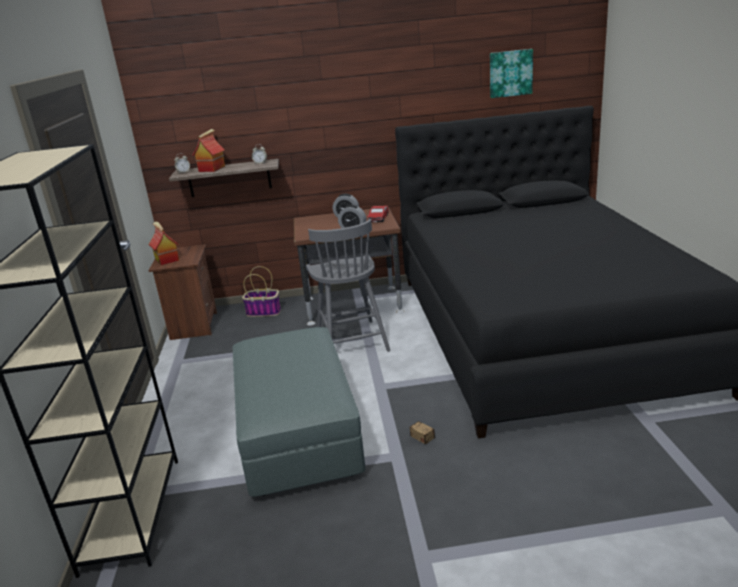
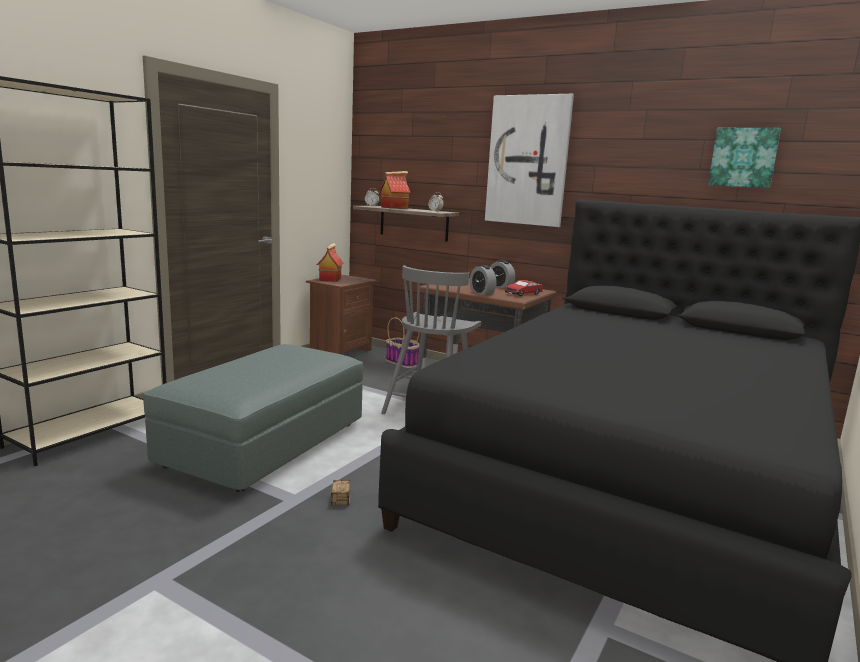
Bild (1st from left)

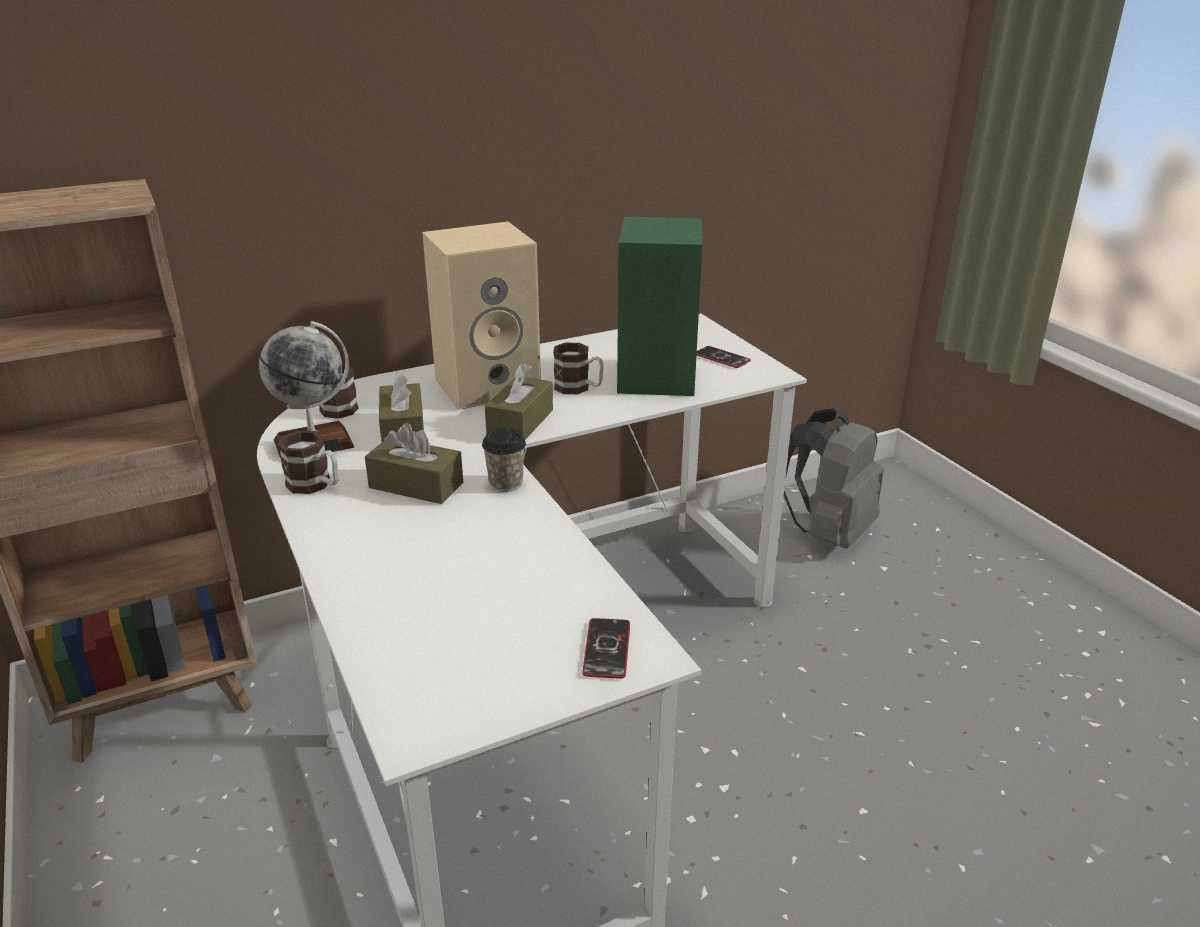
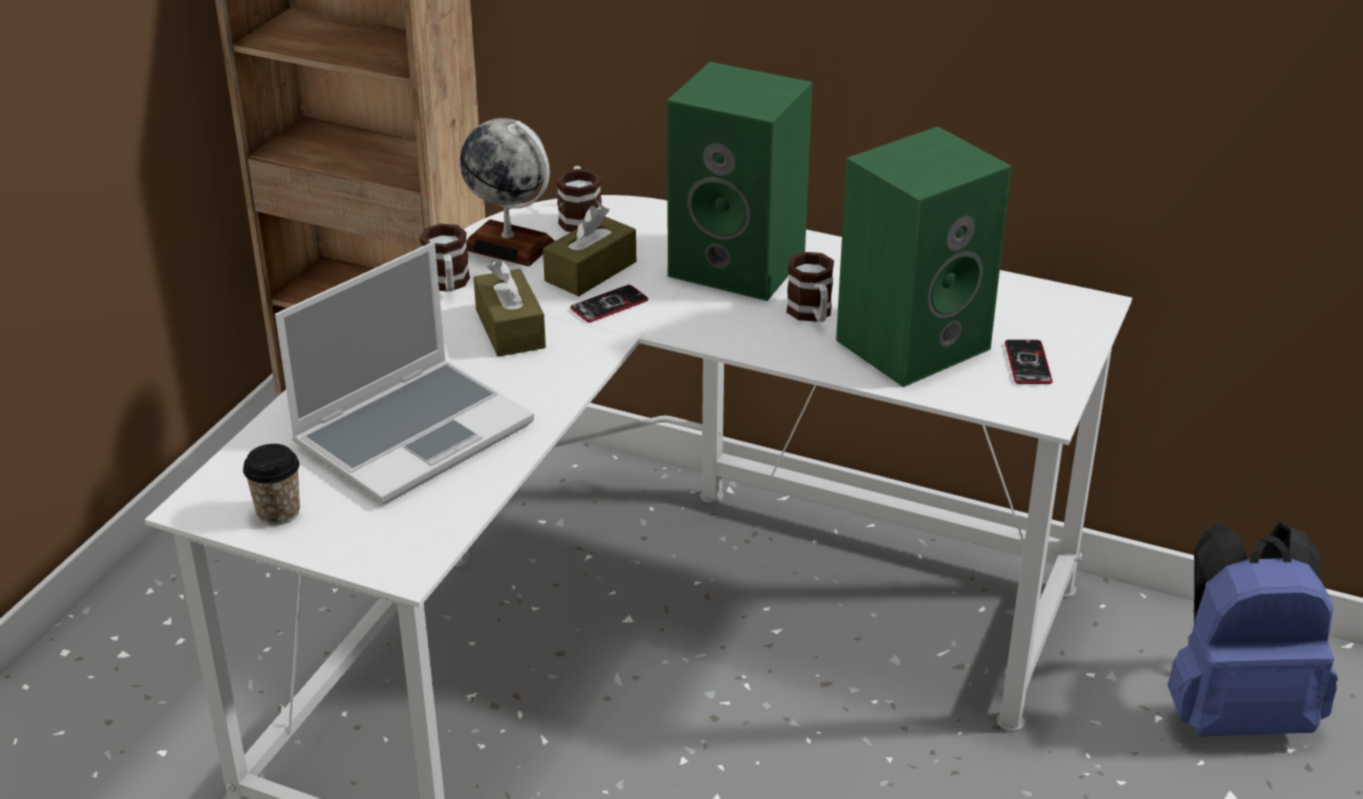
Taschentuchbox/braun (3rd from left in the first image)
Laptop
Tasse
Handy (1st from left)
Lautsprecher/grün (1st from left)
Rucksack/blau

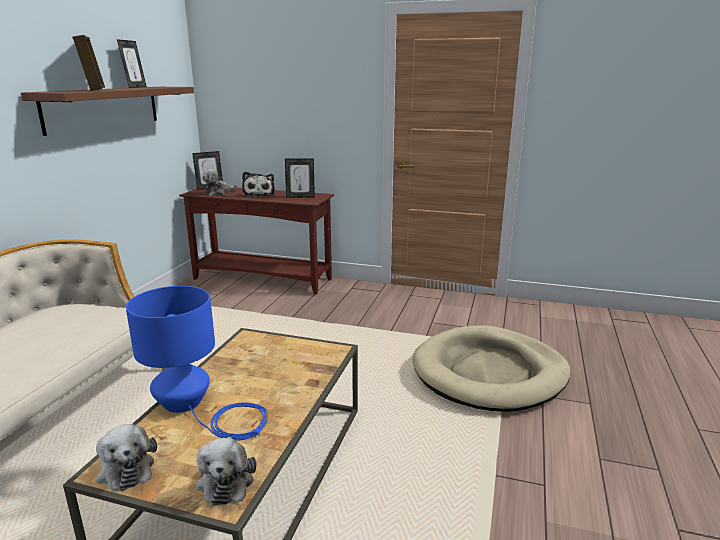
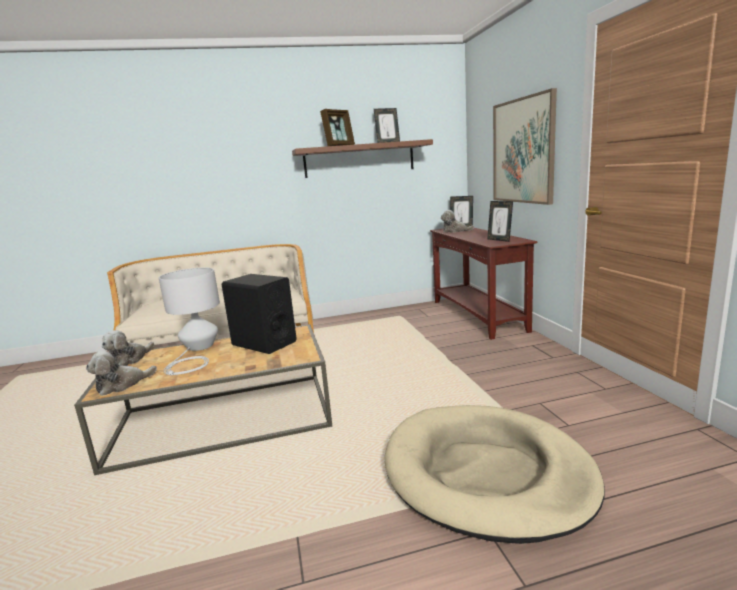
Plüschtier (4th from left in the first image)
Lautsprecher/schwarz
Bild
Tischlampe/weiß

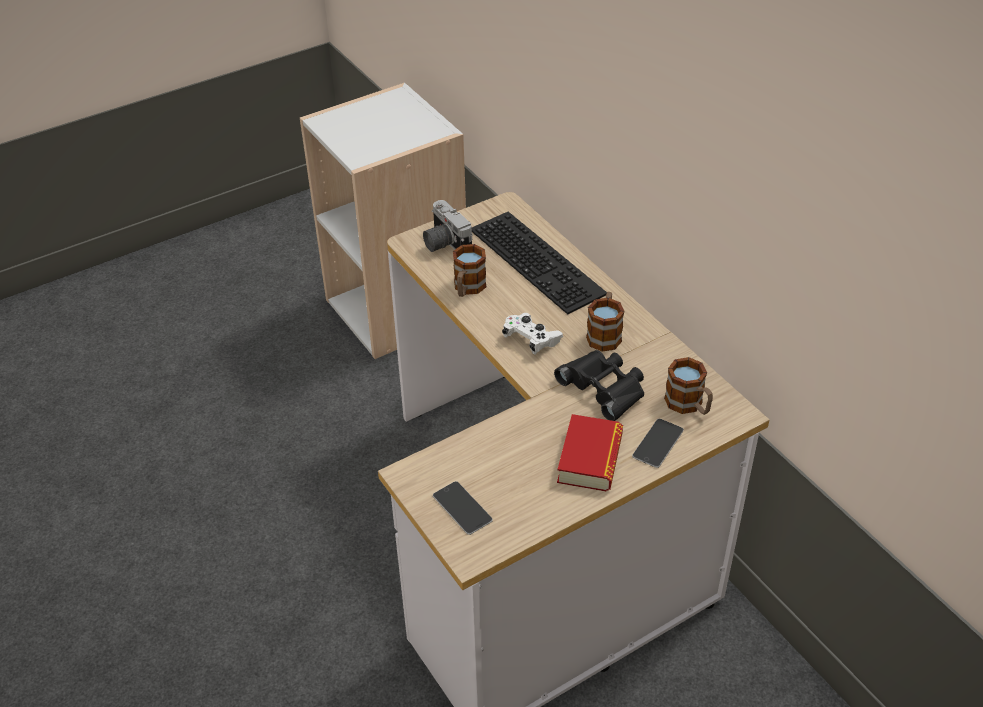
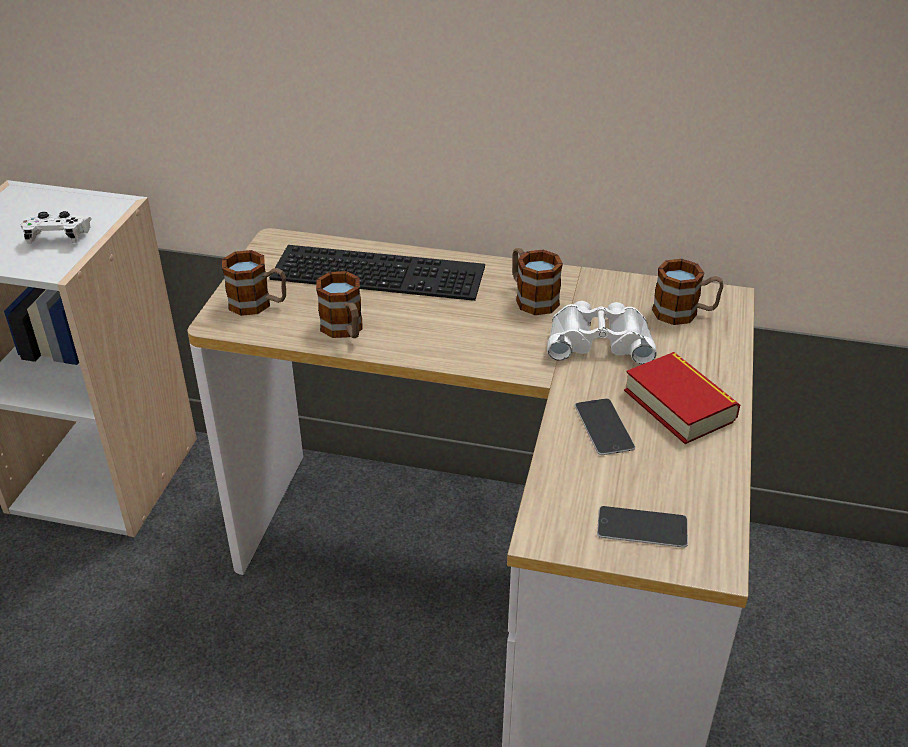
Gamepad/weiß
Handy (1st from left)
Henkelbecher (1st from left)
Fernglas/weiß

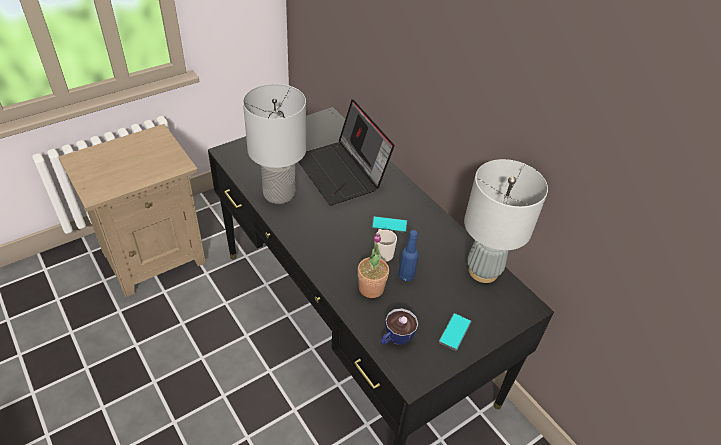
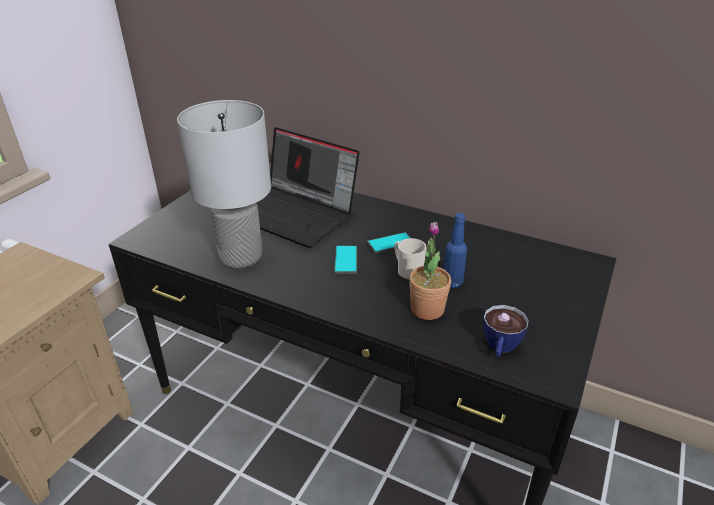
Tischlampe/grau (2nd from left in the first image)
Handy (1st from left)

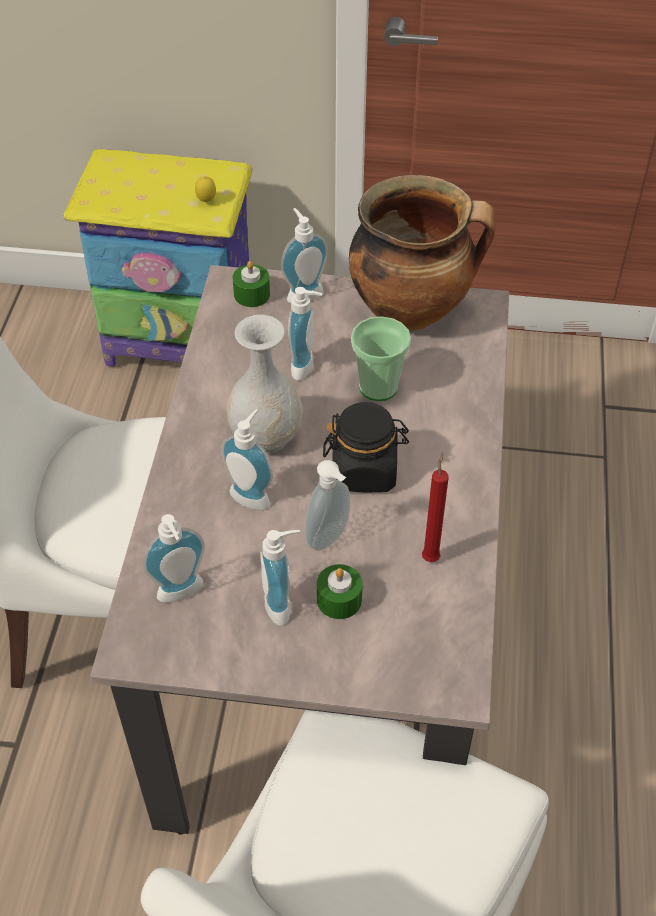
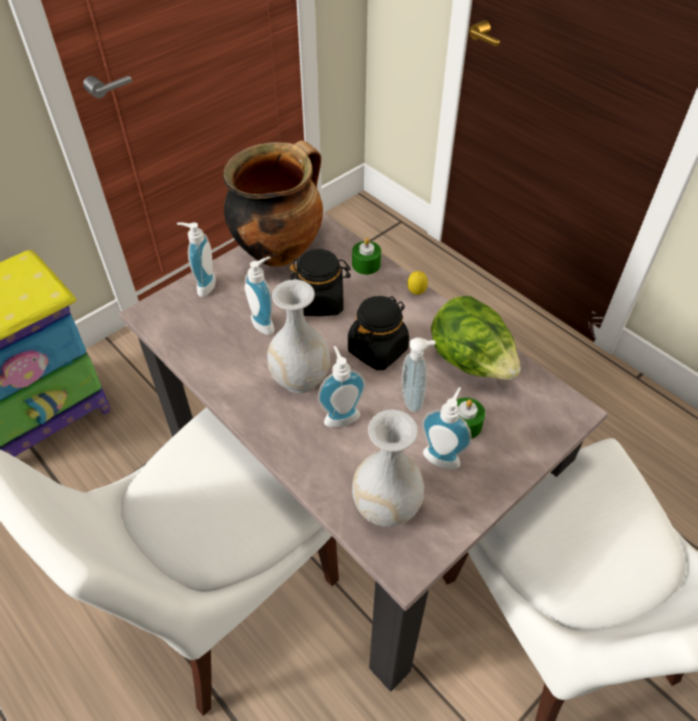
Zitrone
Kerze/grün (1st from left)
Vase/weiß (2nd from left)
Vorratsglas/schwarz (1st from left)
Salatkopf

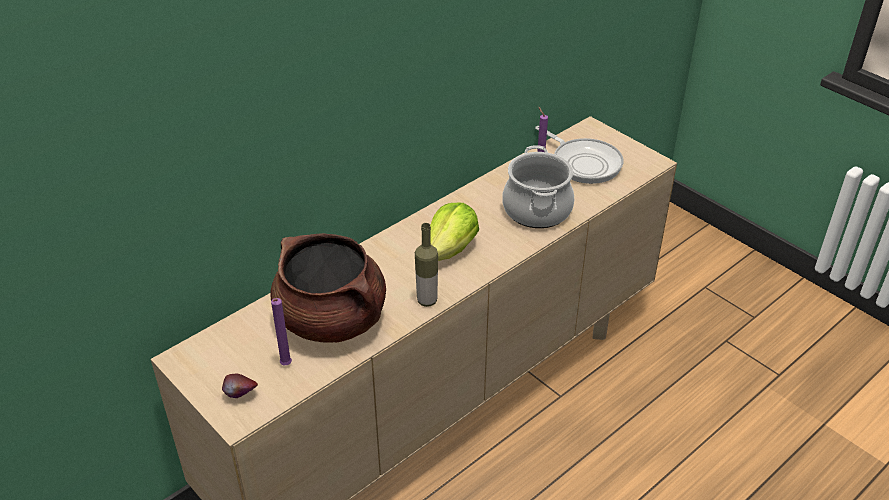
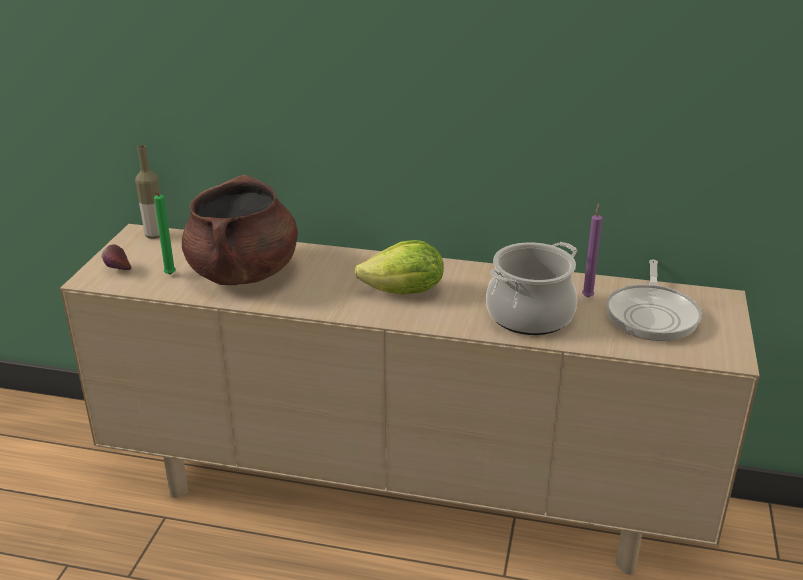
Flasche
Kerze/grün

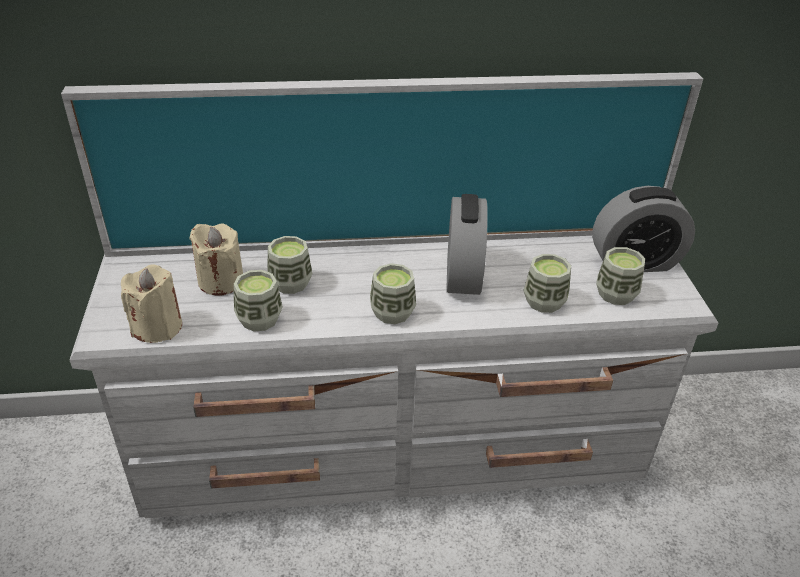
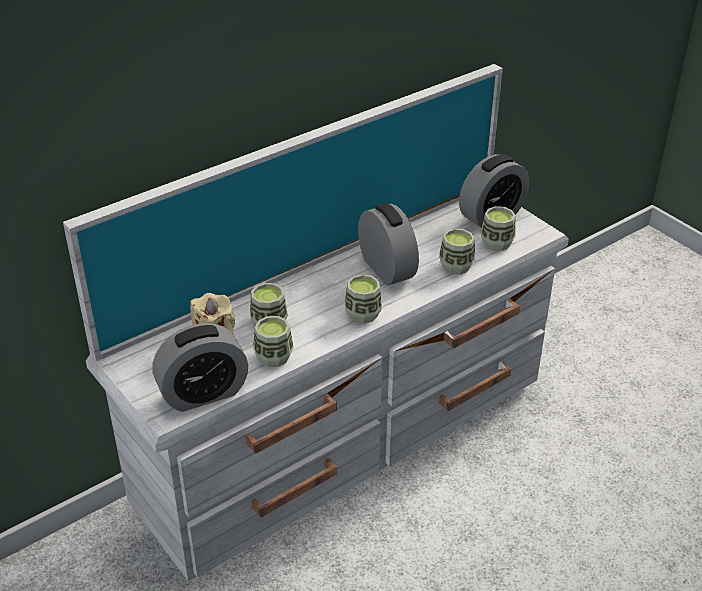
Wecker (1st from left)

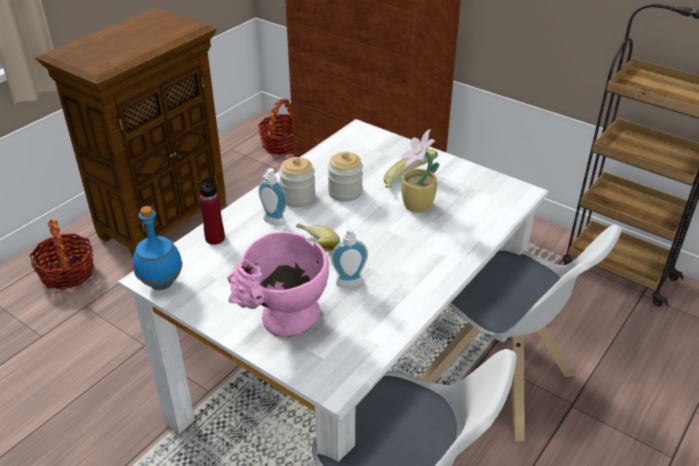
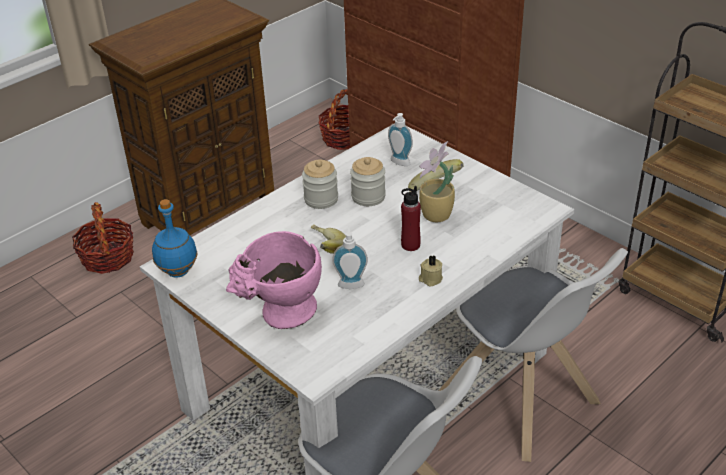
Kerze/beige
Flasche/rot
Seifenspender (2nd from left)

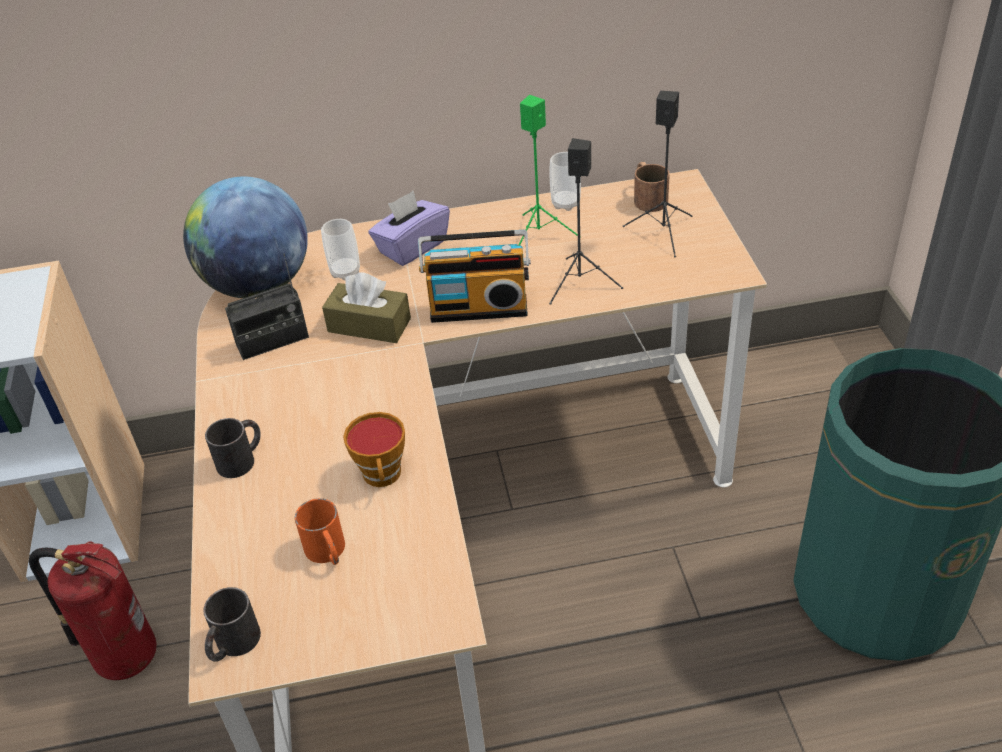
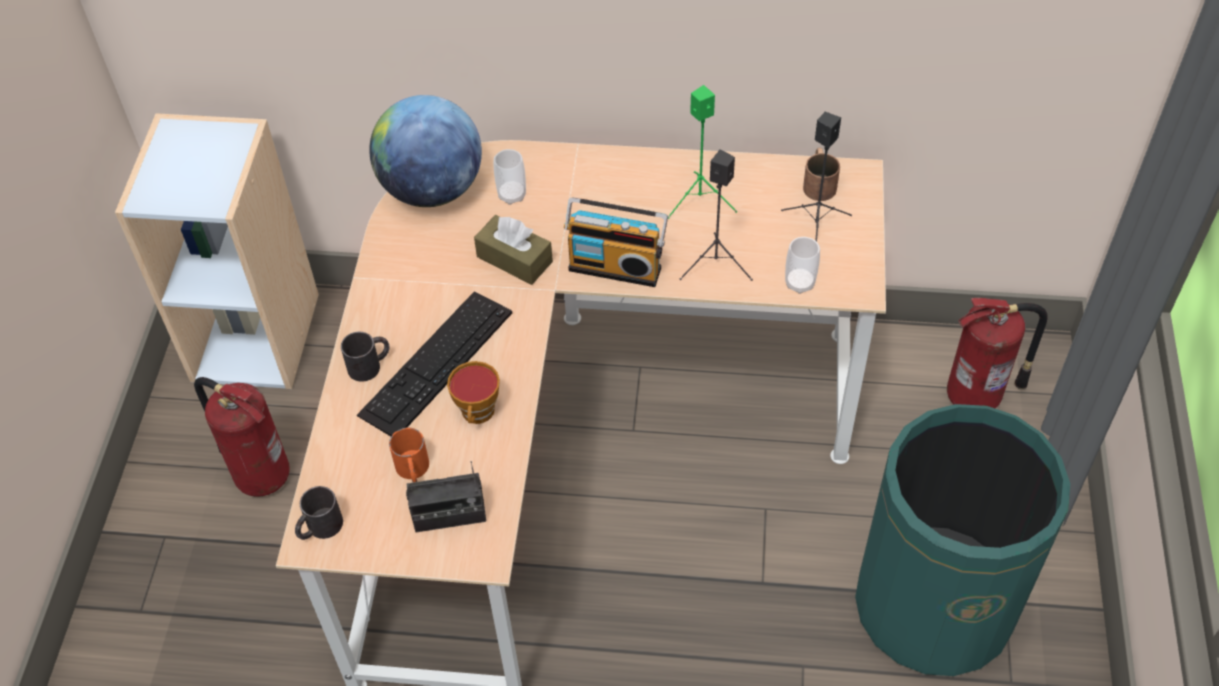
Taschentuchbox/lila
Tastatur
Feuerlöscher (2nd from left)
Radio (1st from left)
Tasse (3rd from left)

